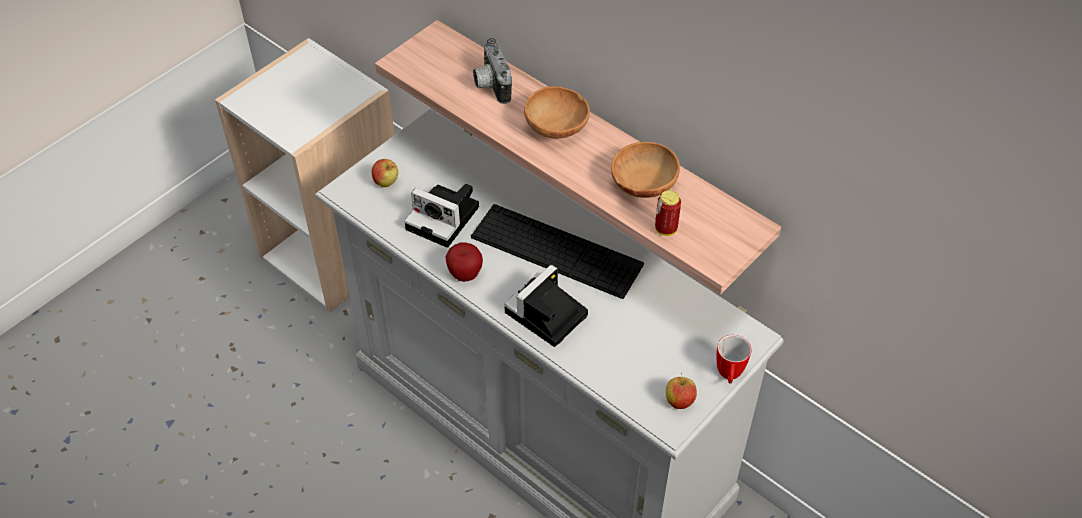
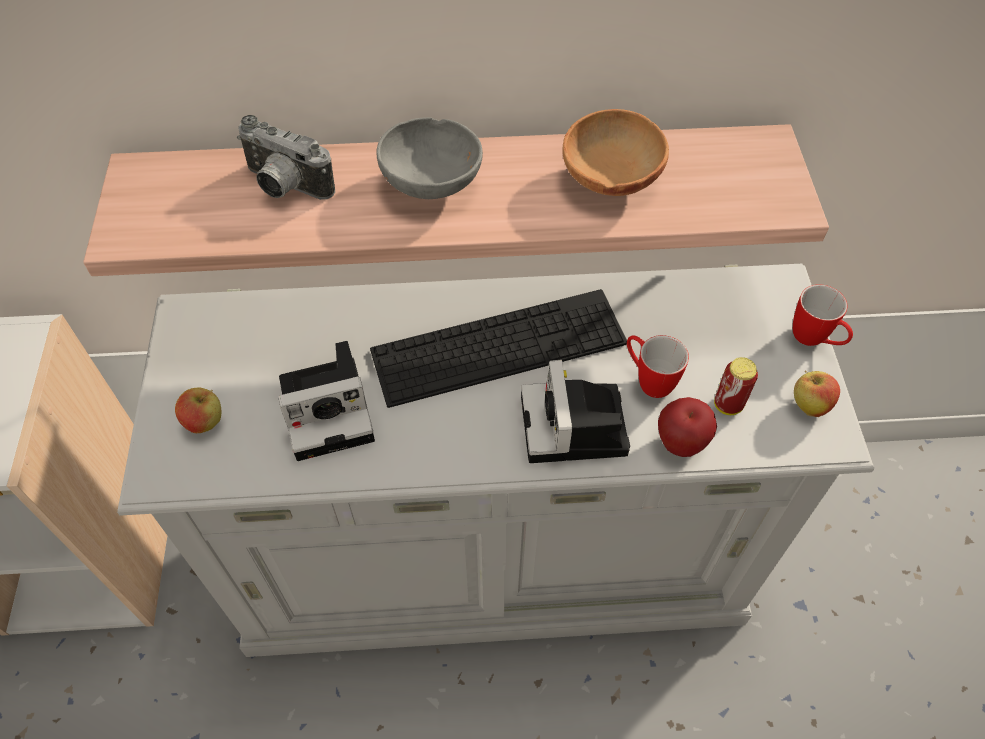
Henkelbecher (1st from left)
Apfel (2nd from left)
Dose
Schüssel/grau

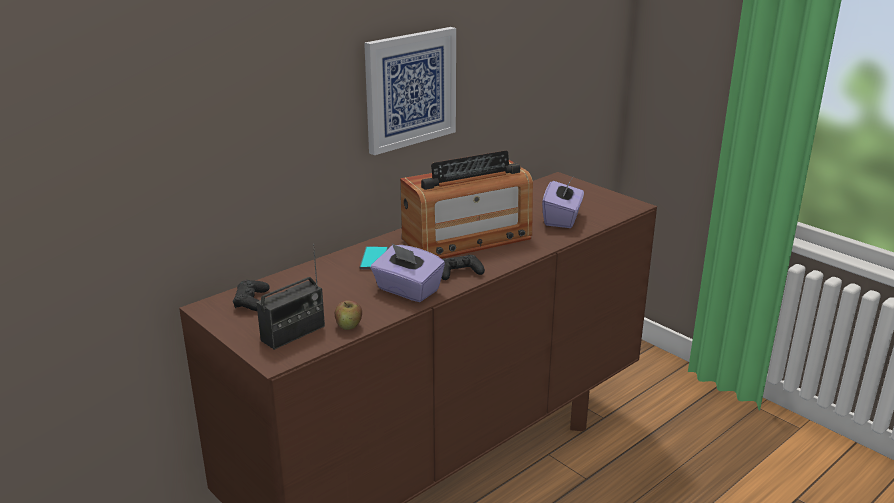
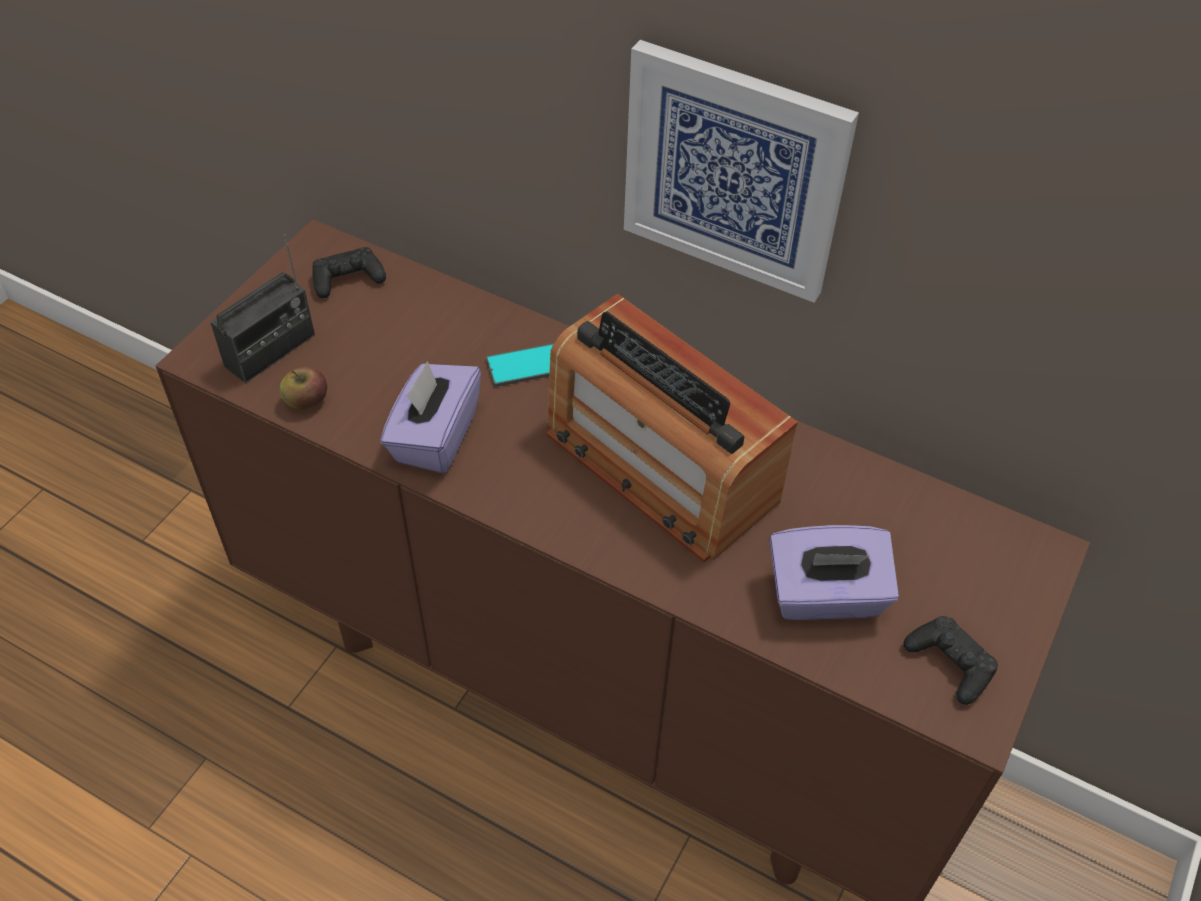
Gamepad/schwarz (2nd from left)
Radio (1st from left)

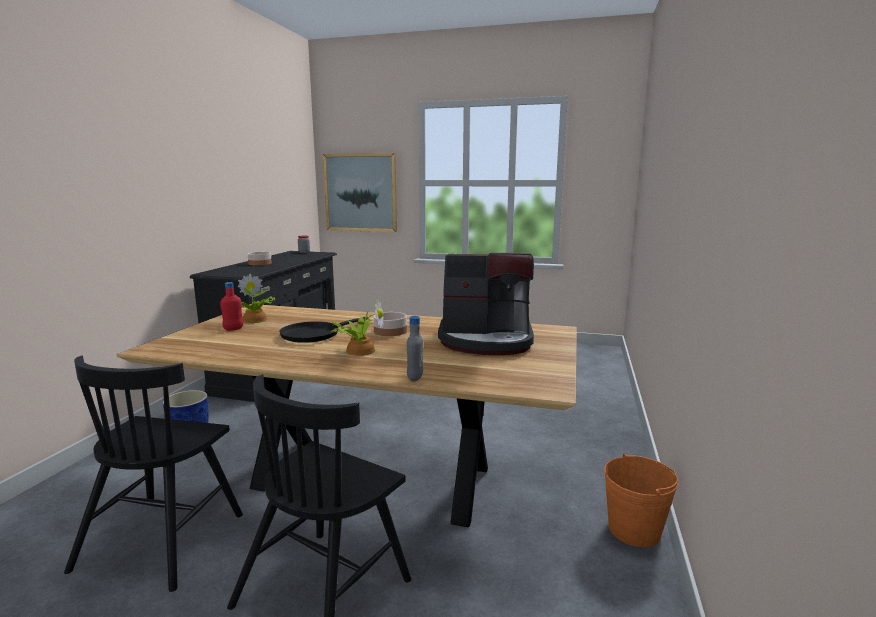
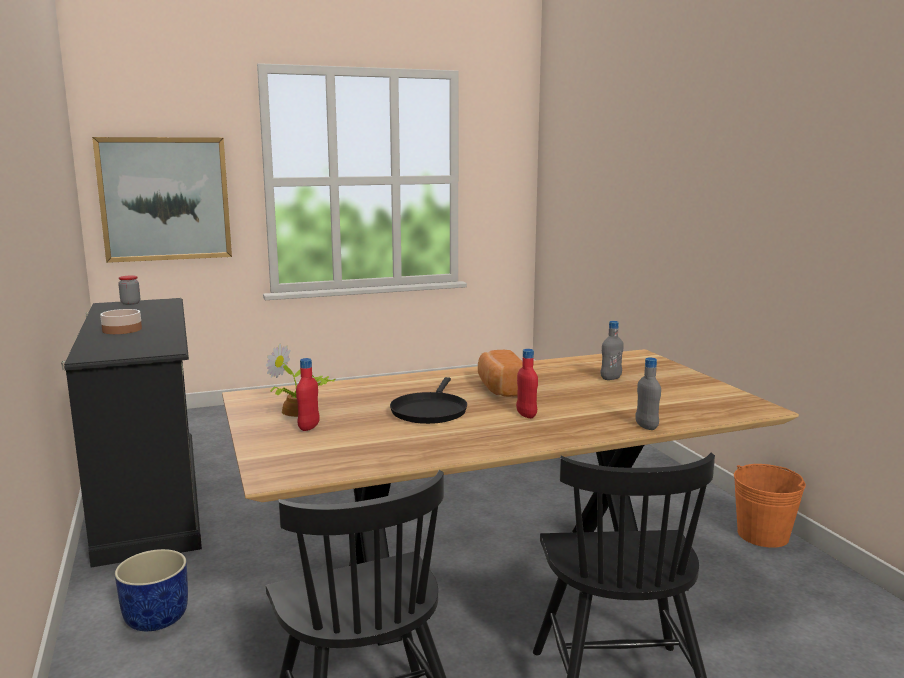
Flasche/rot (2nd from left)
Brot
Flasche/grau (1st from left)

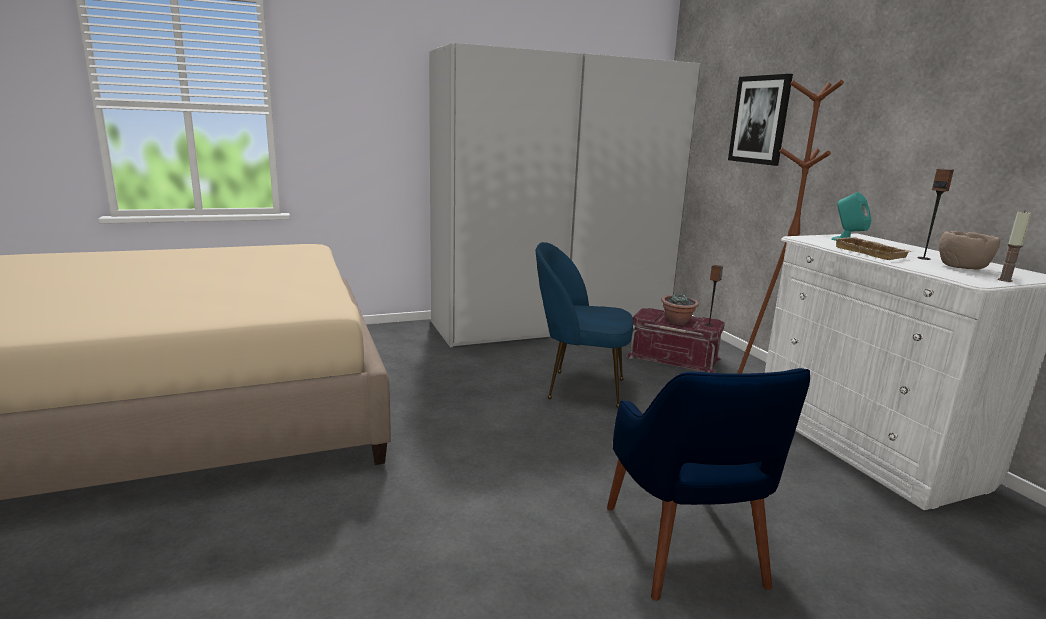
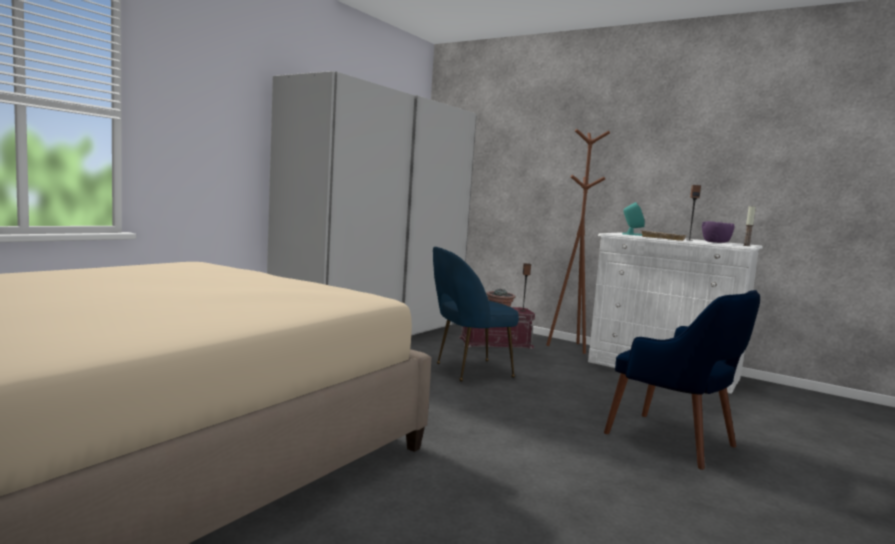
Bild
Schüssel/lila

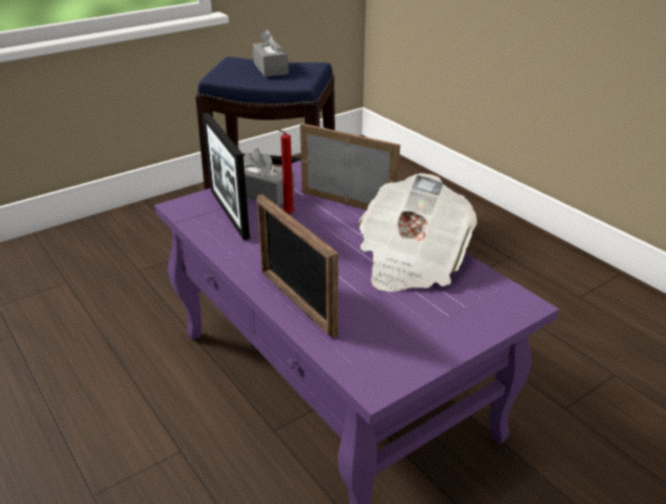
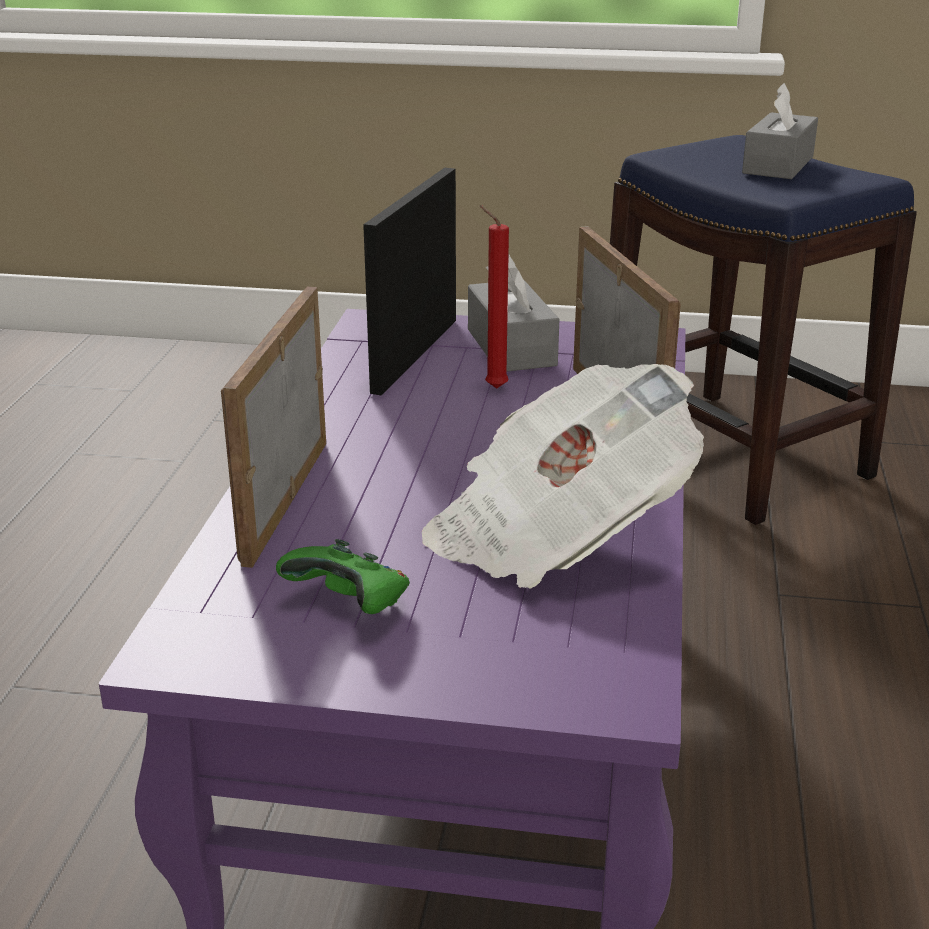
Gamepad/grün

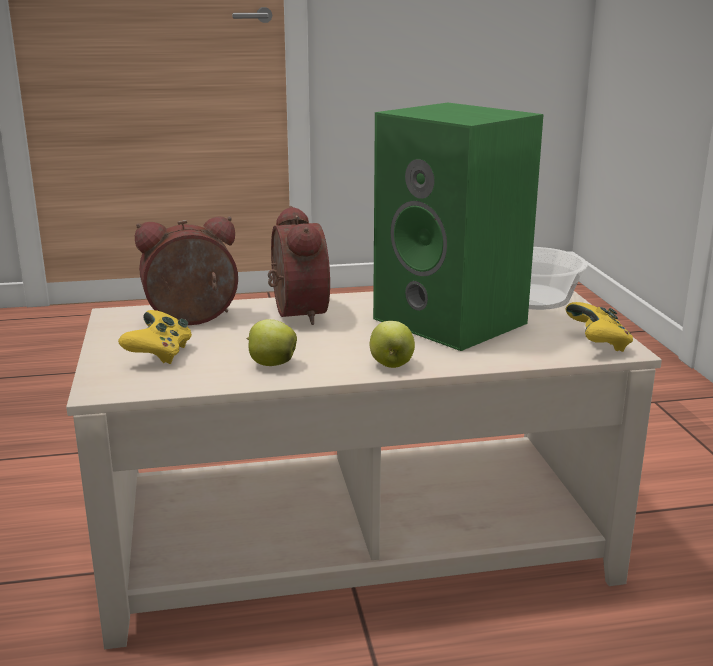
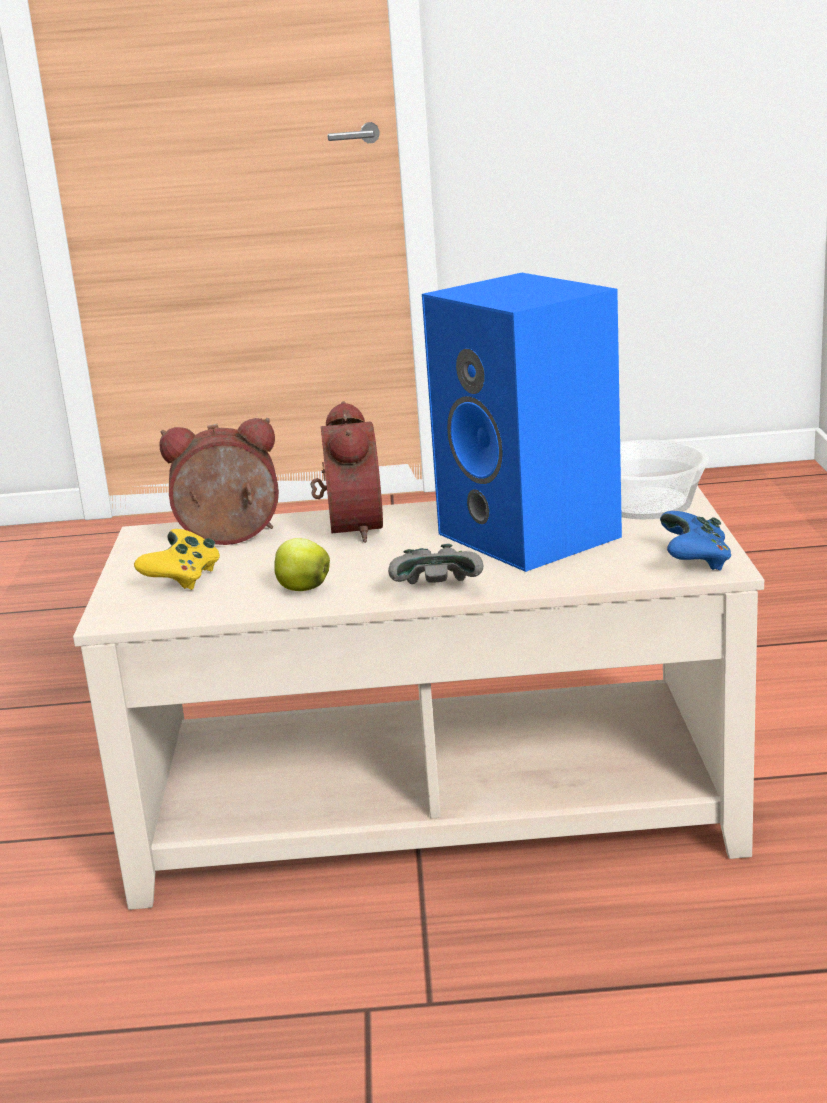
Gamepad/grau
Lautsprecher/blau
Gamepad/blau

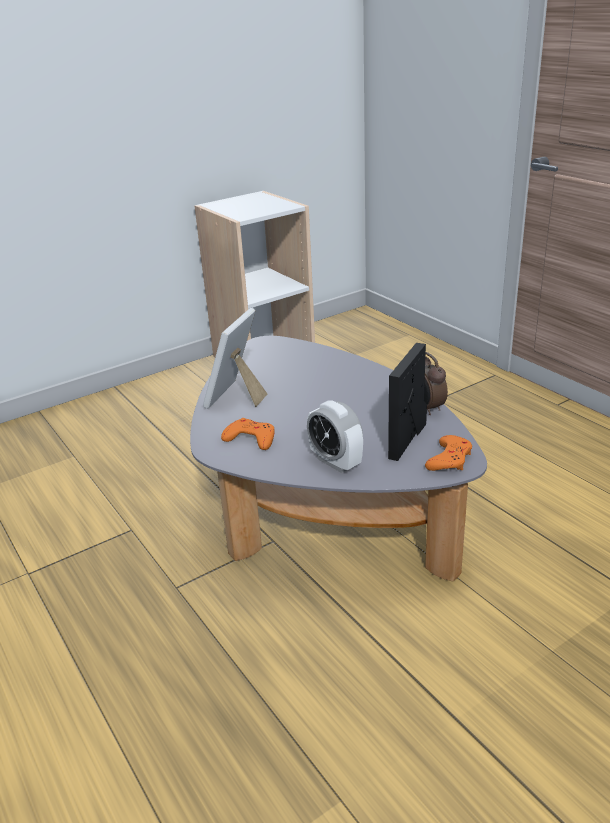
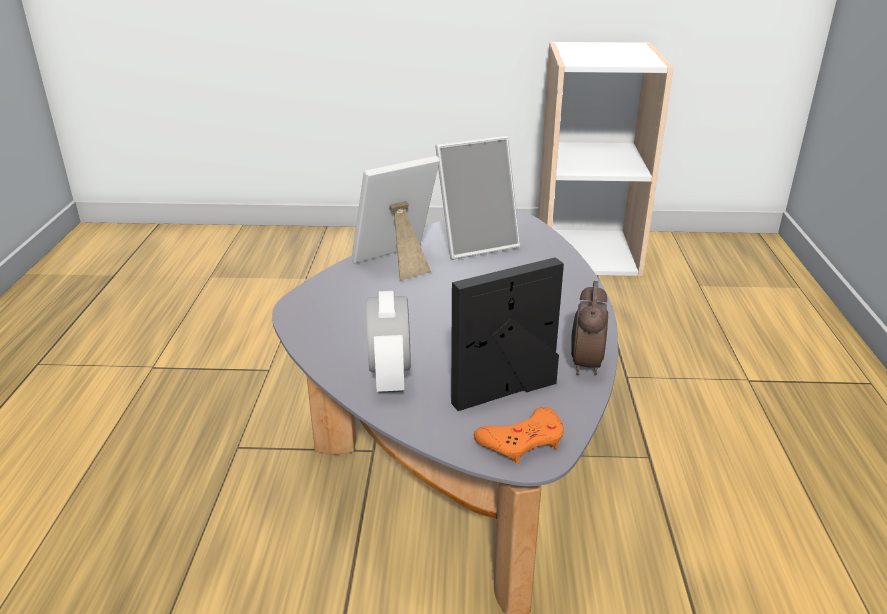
Gamepad/orange (1st from left in the first image)
Bilderrahmen (2nd from left)

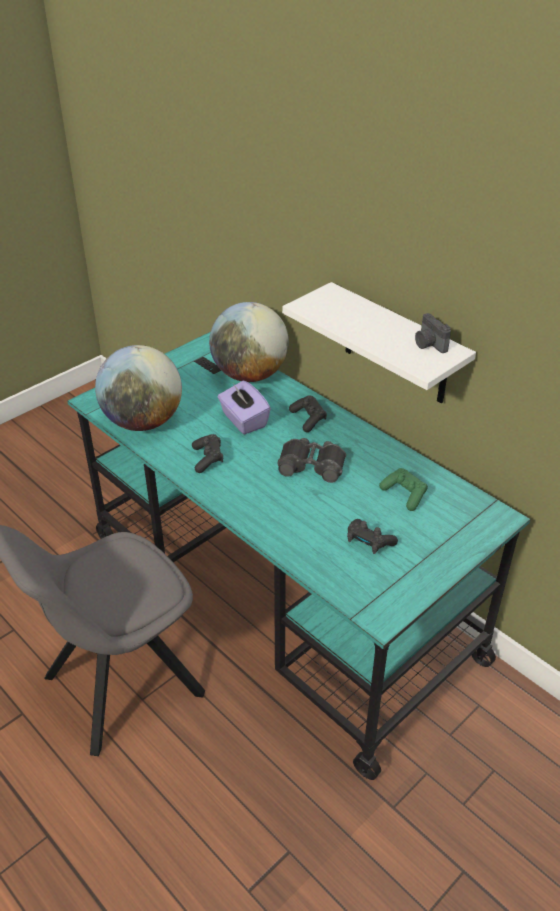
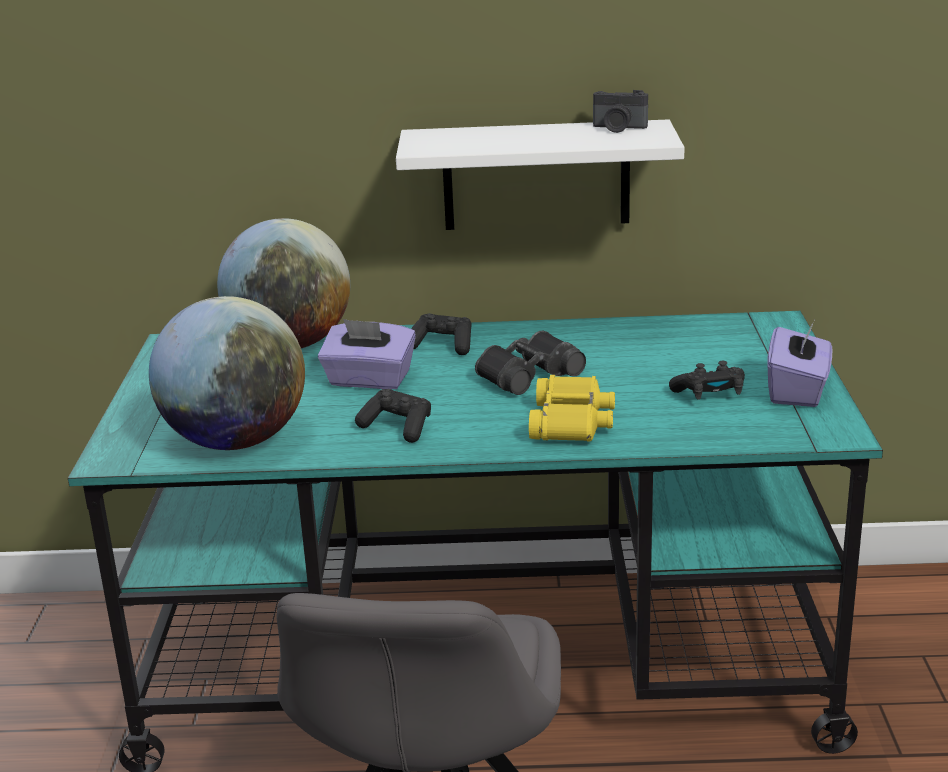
Gamepad/grün
Fernglas/gelb
Taschentuchbox/lila (2nd from left)

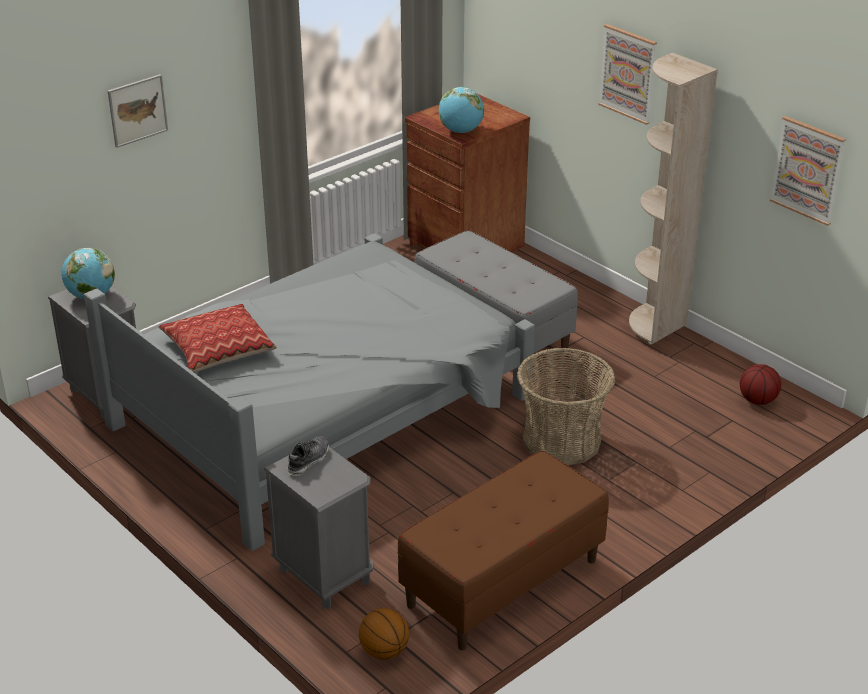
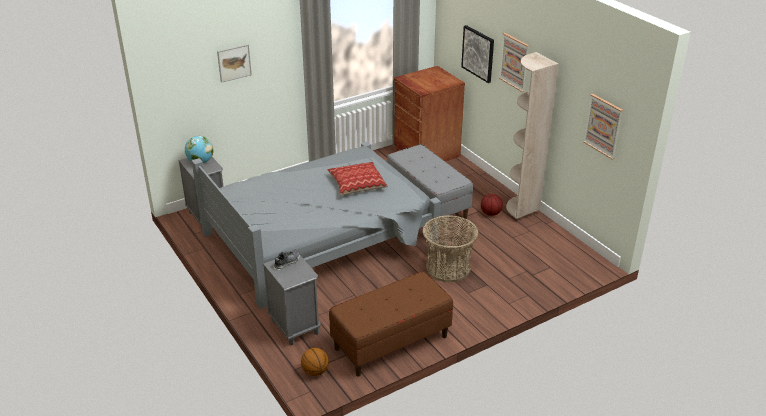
Globus (2nd from left in the first image)
Bild (2nd from left)
Kissen
Basketball (2nd from left)

